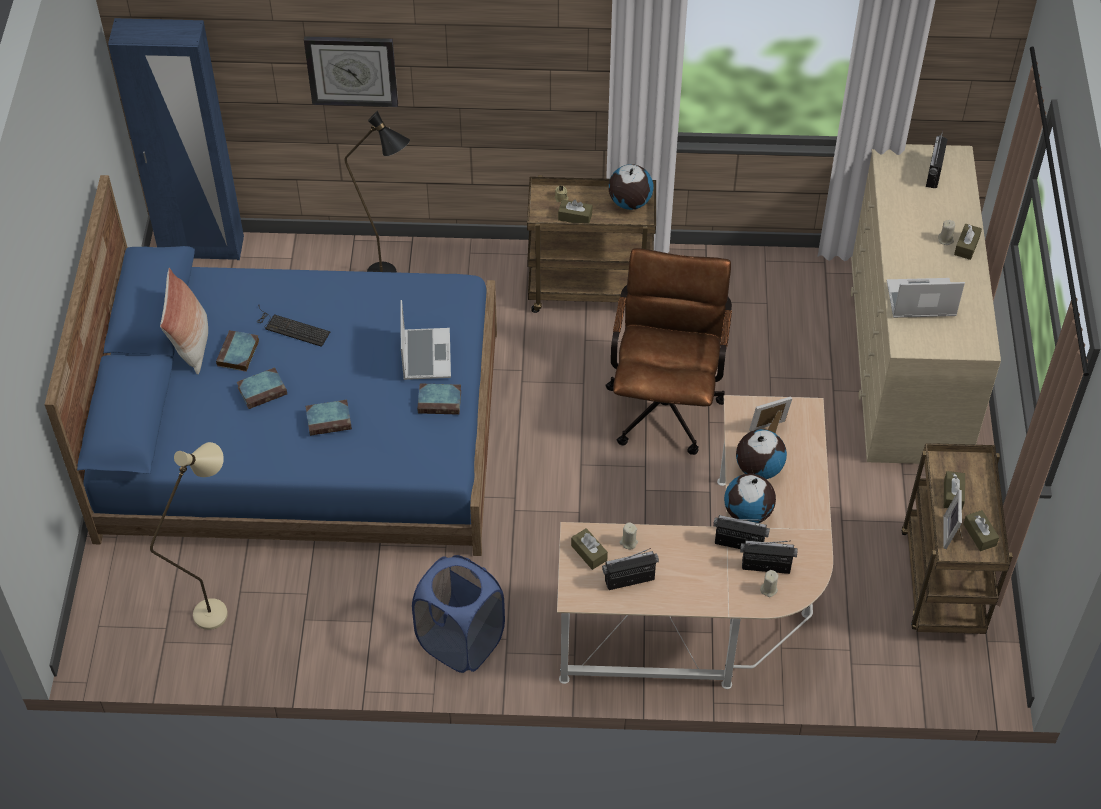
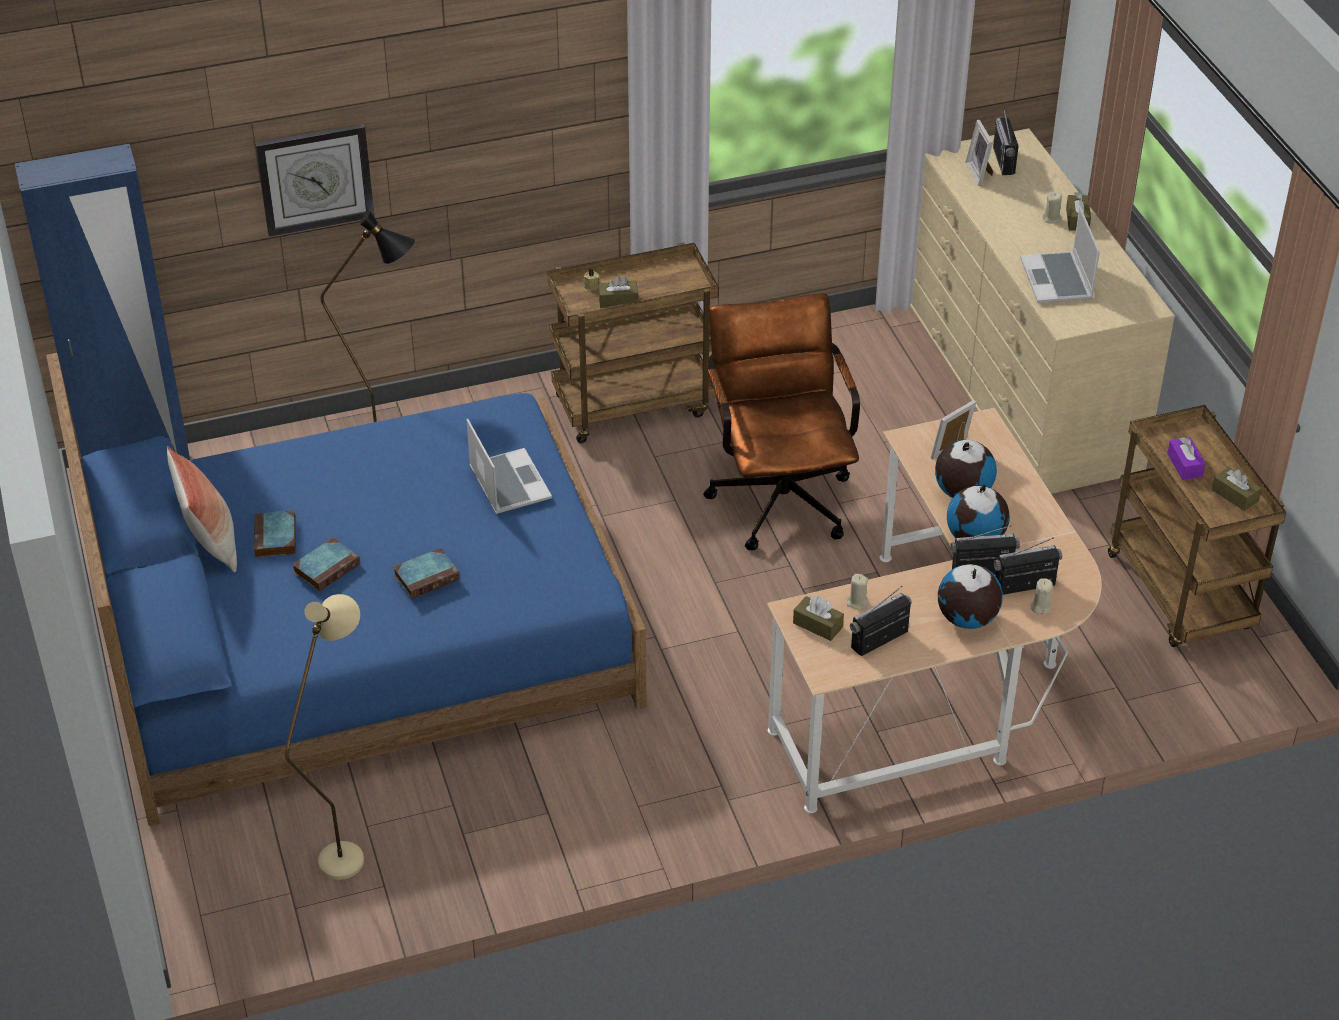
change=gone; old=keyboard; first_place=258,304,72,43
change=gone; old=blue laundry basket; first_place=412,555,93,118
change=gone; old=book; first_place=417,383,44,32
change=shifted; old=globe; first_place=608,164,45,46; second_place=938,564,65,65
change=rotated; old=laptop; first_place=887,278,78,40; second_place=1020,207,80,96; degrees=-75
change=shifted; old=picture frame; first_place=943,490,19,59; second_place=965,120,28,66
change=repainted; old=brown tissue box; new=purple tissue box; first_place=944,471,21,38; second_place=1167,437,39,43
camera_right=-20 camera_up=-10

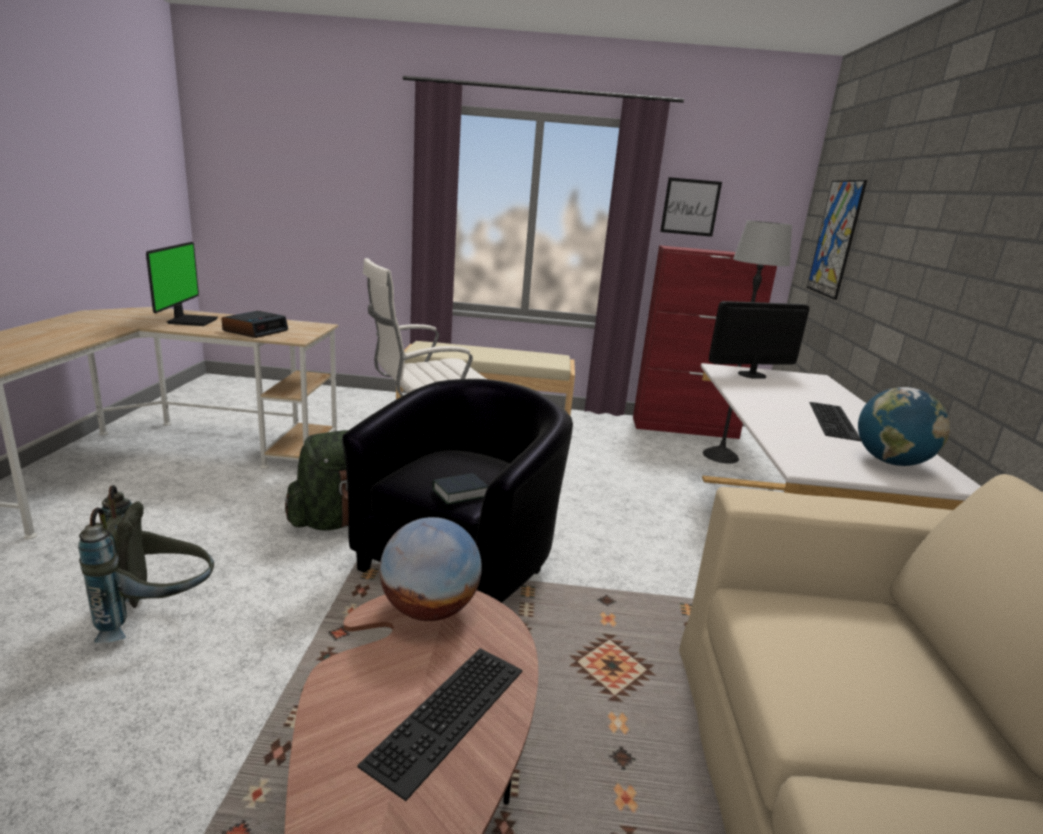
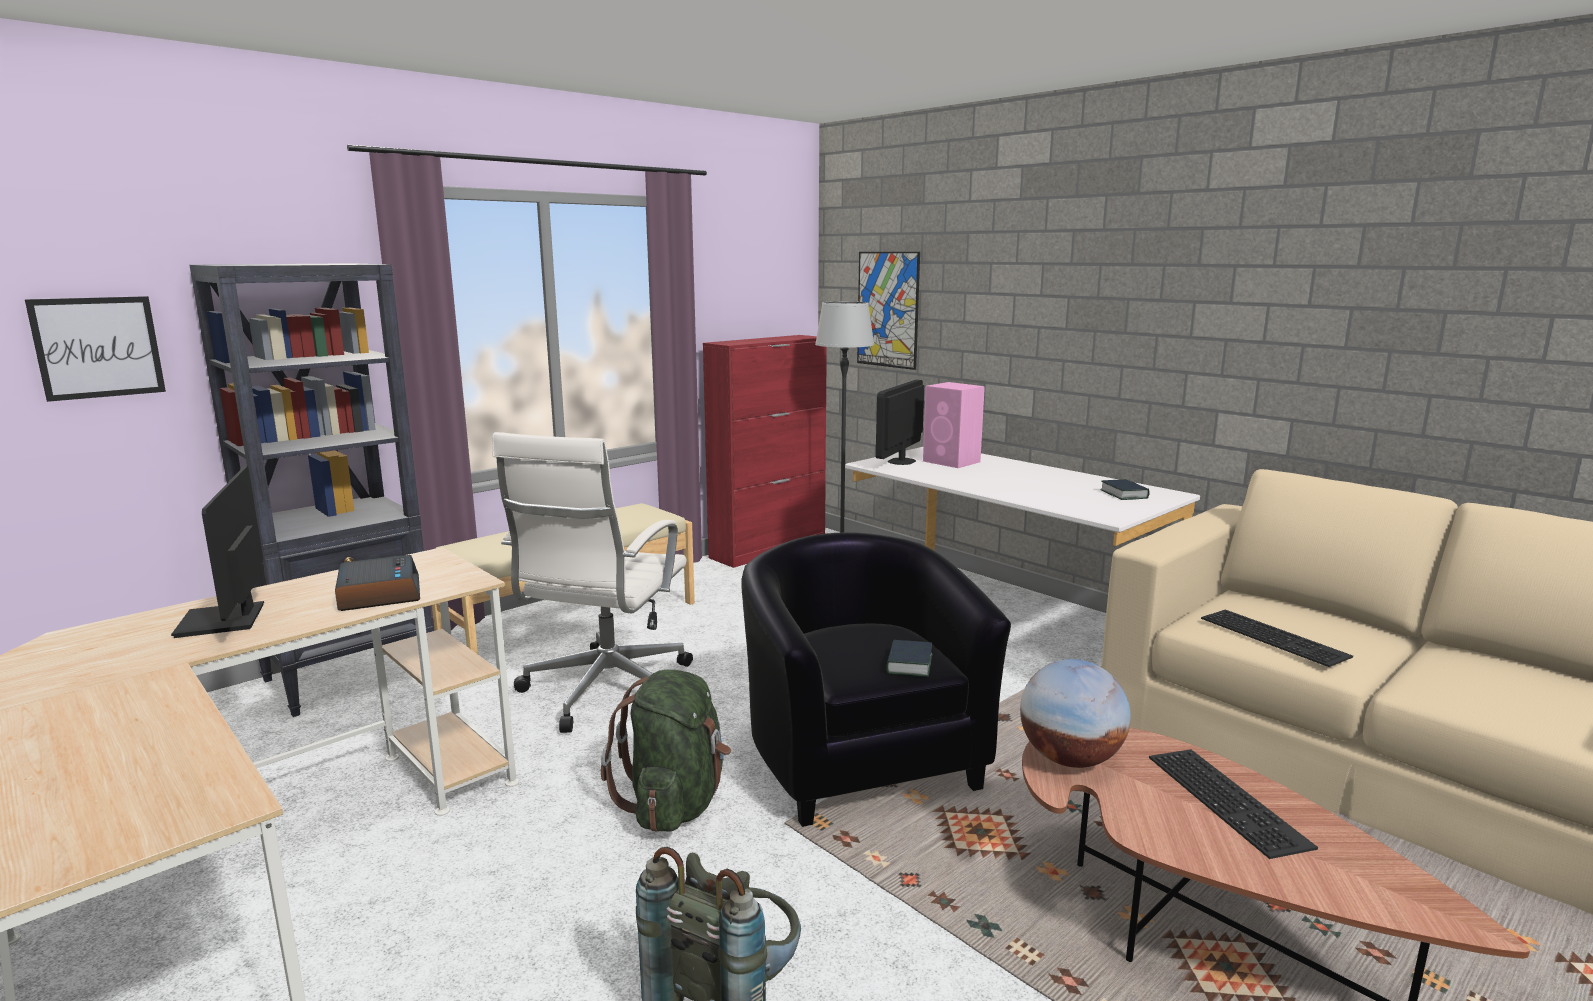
change=rotated; old=monitor; first_place=146,242,72,84; second_place=171,466,93,172; degrees=-150
change=shifted; old=picture; first_place=660,177,62,60; second_place=25,296,141,106
change=shifted; old=keyboard; first_place=810,402,51,39; second_place=1201,610,152,57
change=swapped; old=globe; new=book; first_place=858,387,92,79; second_place=1100,479,50,21
change=new; new=black bookcase; second_place=189,263,244,454
change=new; new=pink speaker; second_place=923,382,62,86
camera_right=-45 camera_up=-5

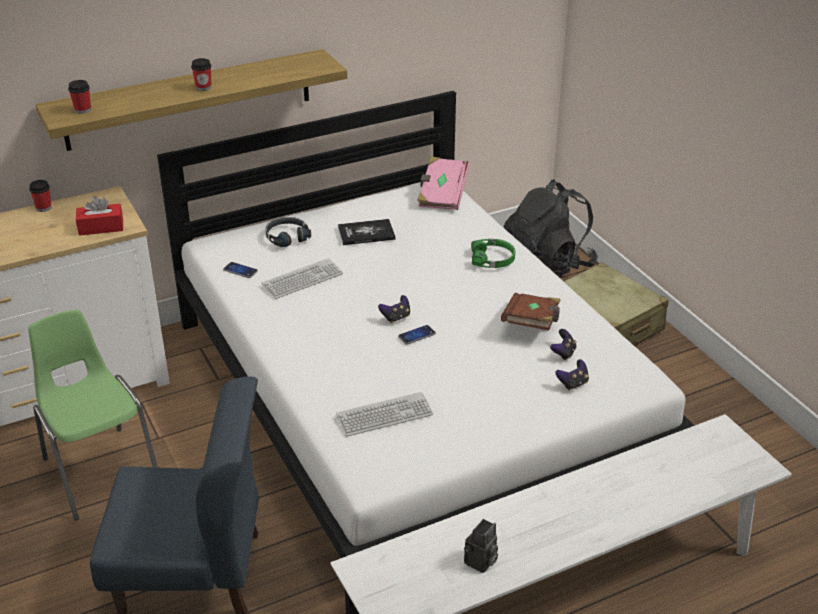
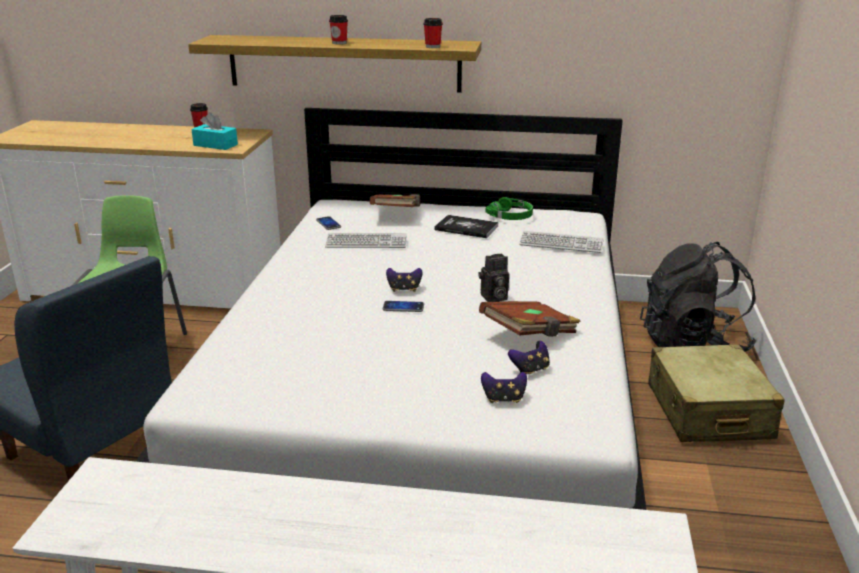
change=shifted; old=cup; first_place=68,80,23,34; second_place=423,18,20,30
change=repainted; old=red tissue box; new=turquoise tissue box; first_place=76,196,47,40; second_place=191,112,47,38
change=swapped; old=black headphones; new=brown book; first_place=266,217,45,30; second_place=370,194,50,13
change=shifted; old=keyboard; first_place=336,392,97,45; second_place=519,231,85,22
change=gone; old=pink book; first_place=417,156,53,54
change=shifted; old=photo camera; first_place=464,519,34,54; second_place=478,254,31,48
change=shifted; old=green headphones; first_place=471,239,44,29; second_place=485,197,48,23
camera_right=35 camera_up=-10

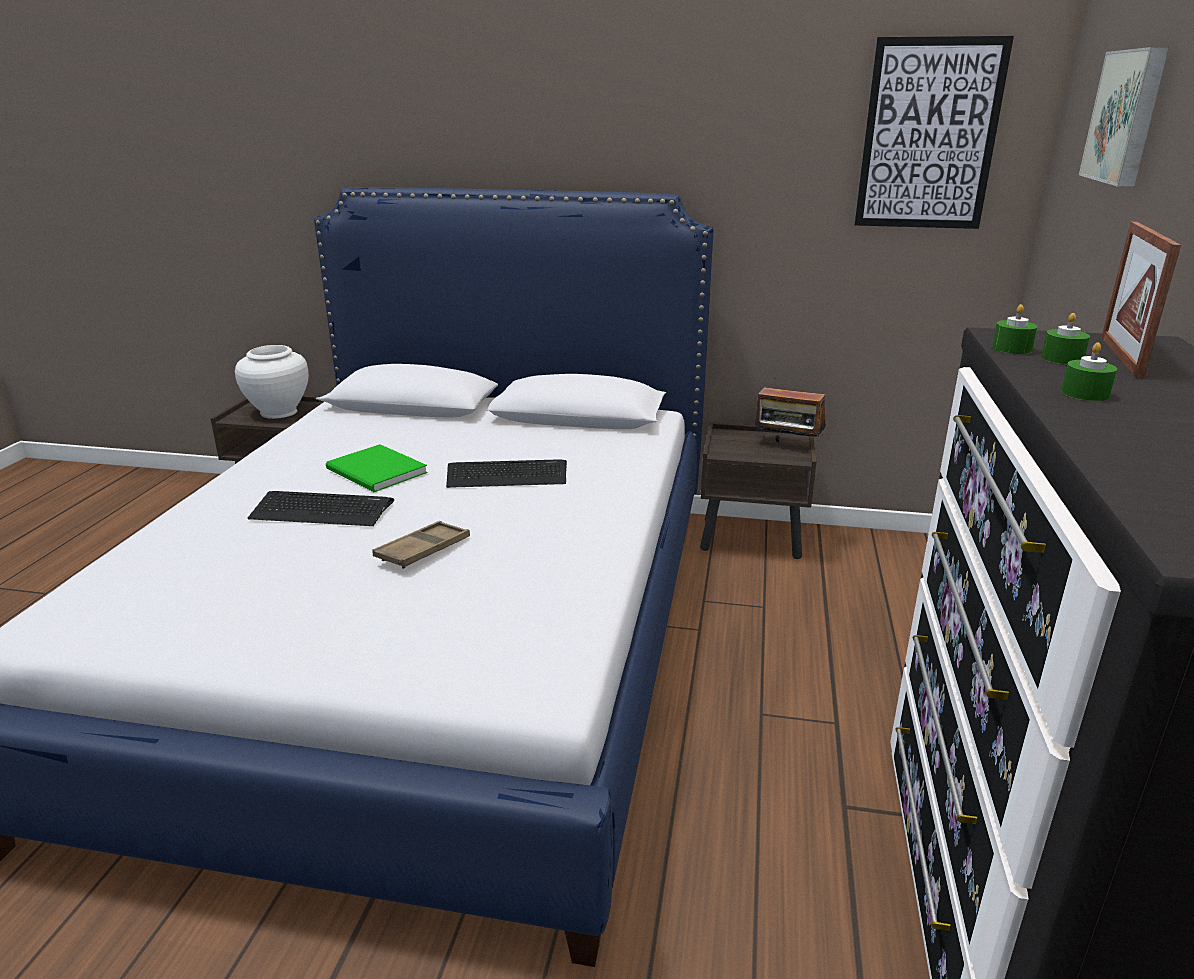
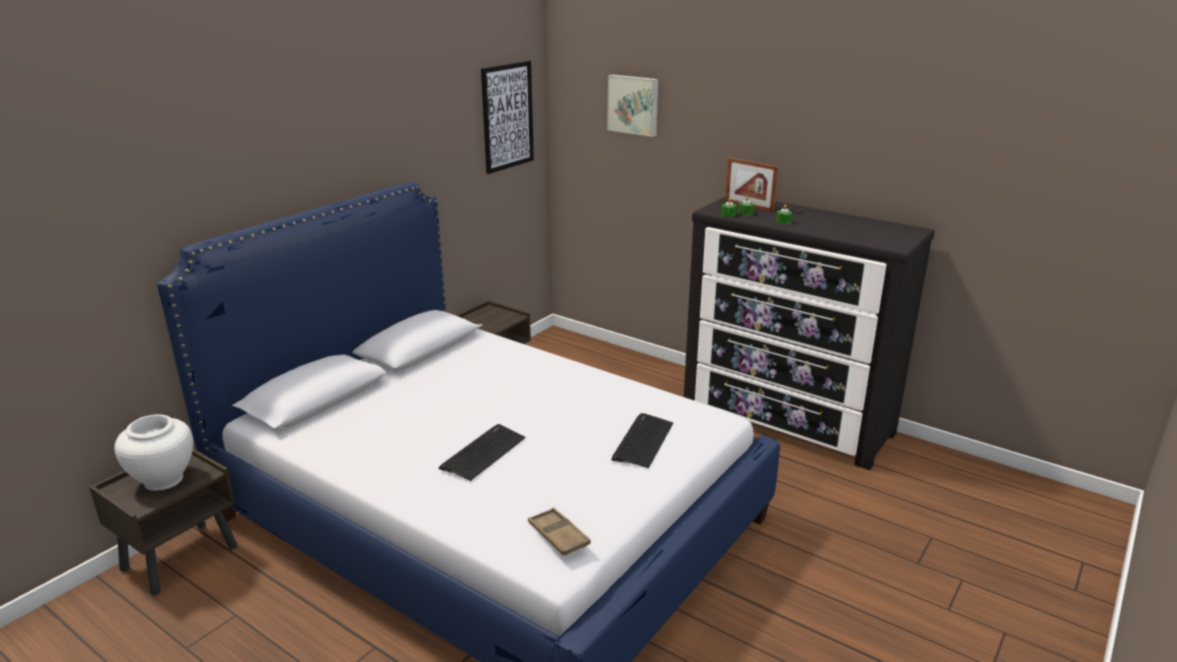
change=gone; old=green book; first_place=326,444,102,48
change=shifted; old=brown tray; first_place=372,521,98,48; second_place=528,508,63,48
change=shifted; old=keyboard; first_place=446,459,121,29; second_place=611,413,62,55
change=gone; old=radio; first_place=754,378,72,64
camera_right=-65 camera_up=0

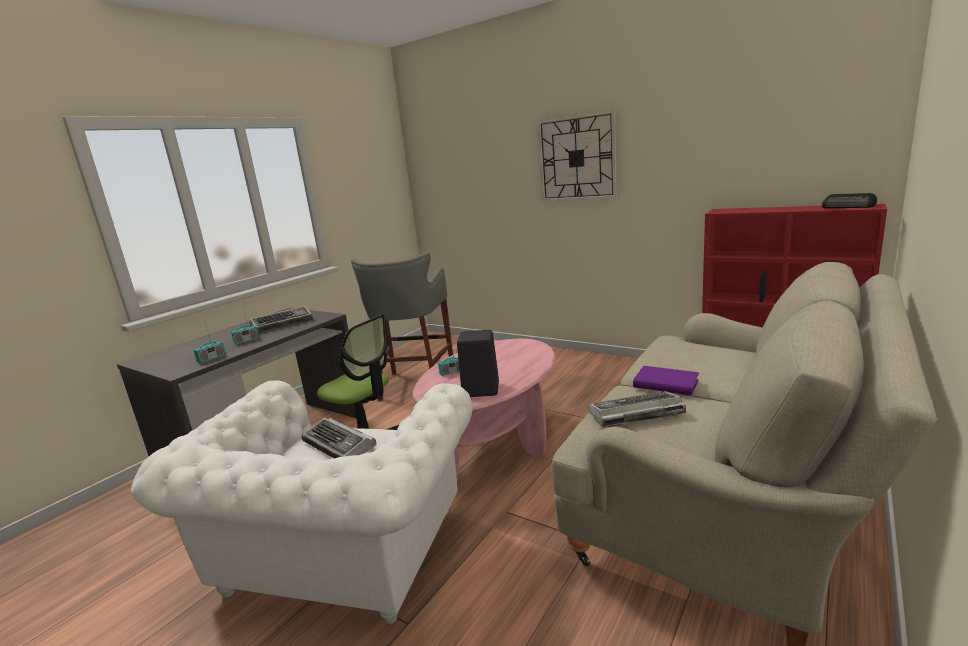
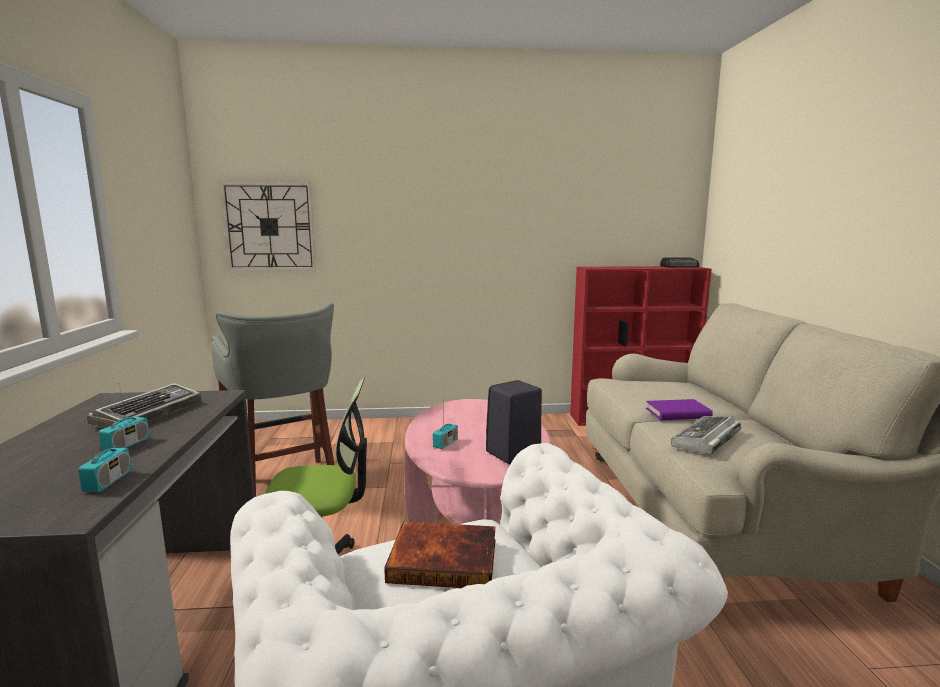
change=swapped; old=keyboard; new=book; first_place=301,417,75,42; second_place=384,521,112,67
change=shifted; old=wall clock; first_place=537,110,80,92; second_place=220,182,96,89
camera_right=-40 camera_up=-5

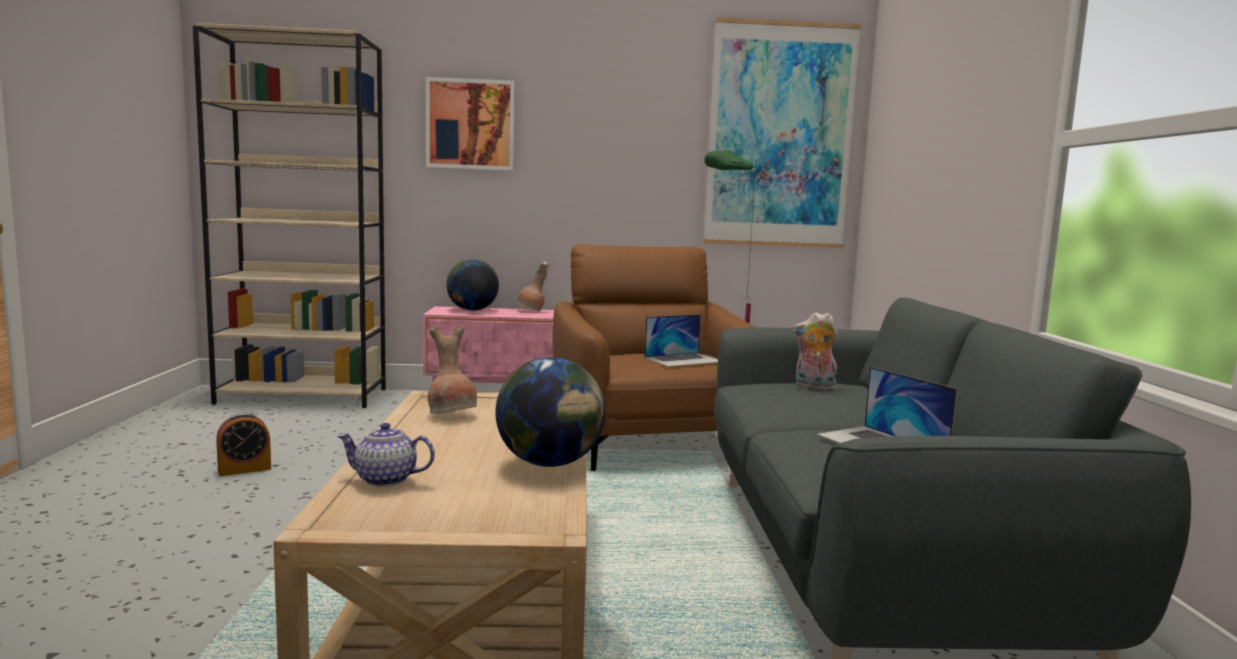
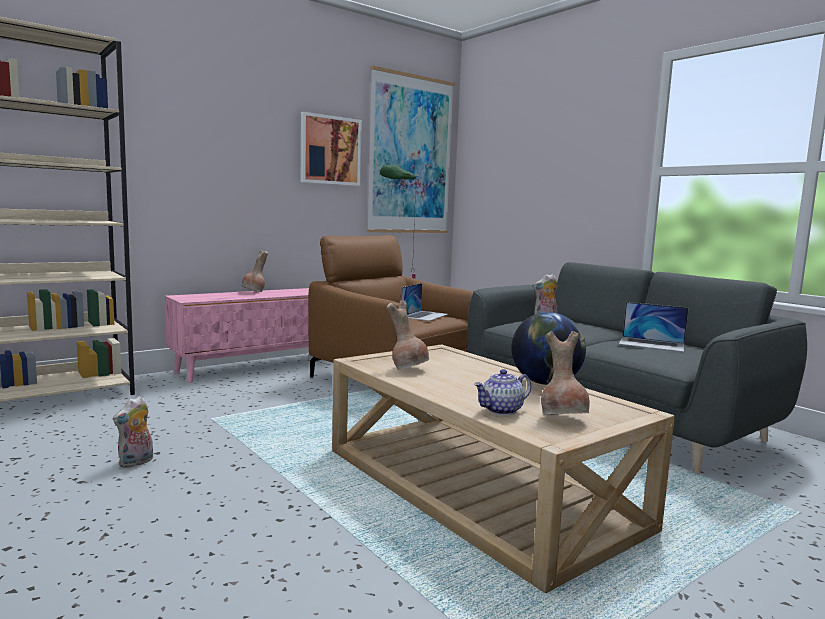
change=swapped; old=alarm clock; new=plush toy; first_place=216,412,55,64; second_place=113,396,40,72
change=shifted; old=picture; first_place=426,77,89,94; second_place=301,112,61,74
change=gone; old=globe; first_place=446,259,53,52
change=new; new=brown vase; second_place=541,331,49,84
camera_right=-35 camera_up=0

